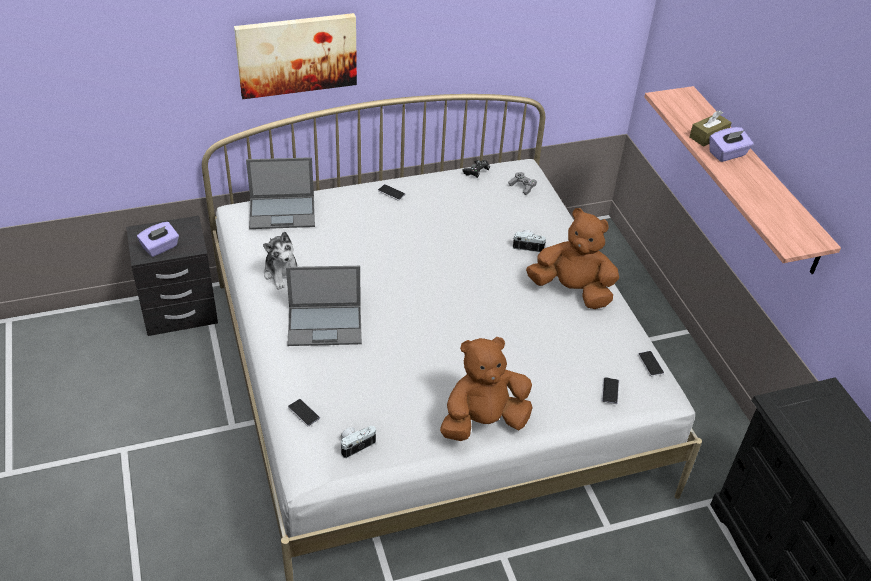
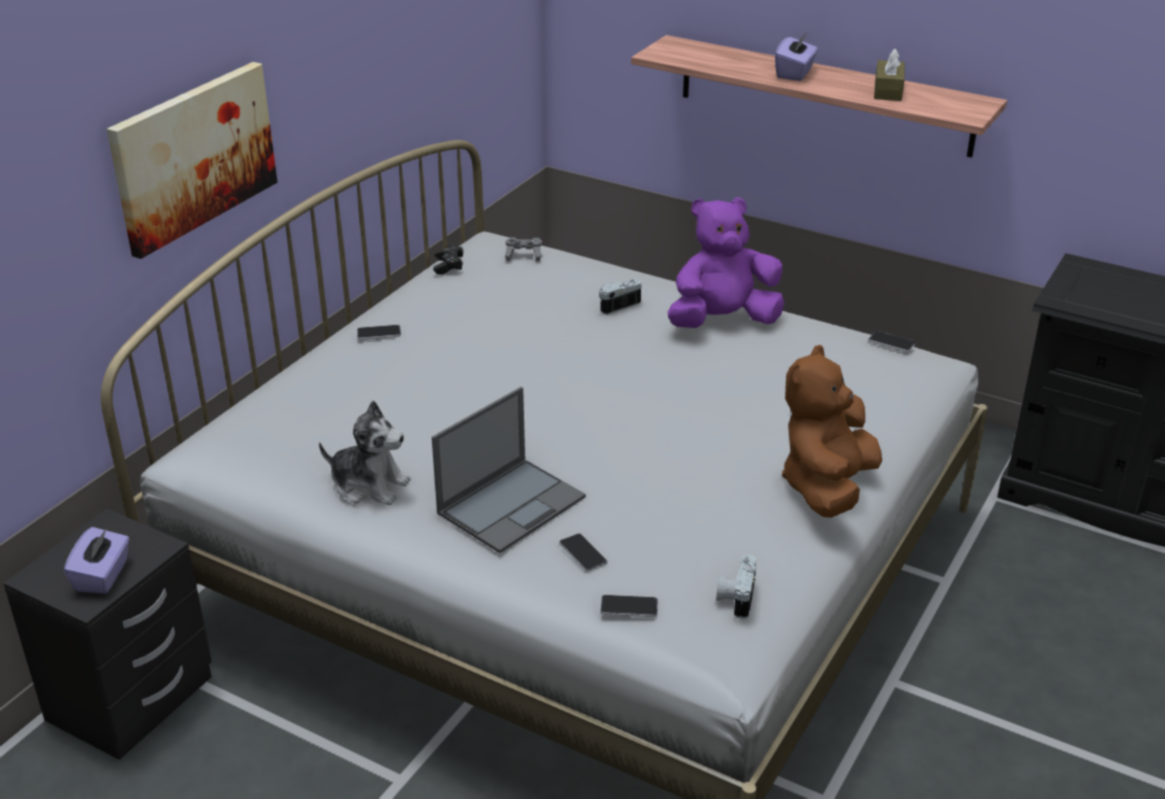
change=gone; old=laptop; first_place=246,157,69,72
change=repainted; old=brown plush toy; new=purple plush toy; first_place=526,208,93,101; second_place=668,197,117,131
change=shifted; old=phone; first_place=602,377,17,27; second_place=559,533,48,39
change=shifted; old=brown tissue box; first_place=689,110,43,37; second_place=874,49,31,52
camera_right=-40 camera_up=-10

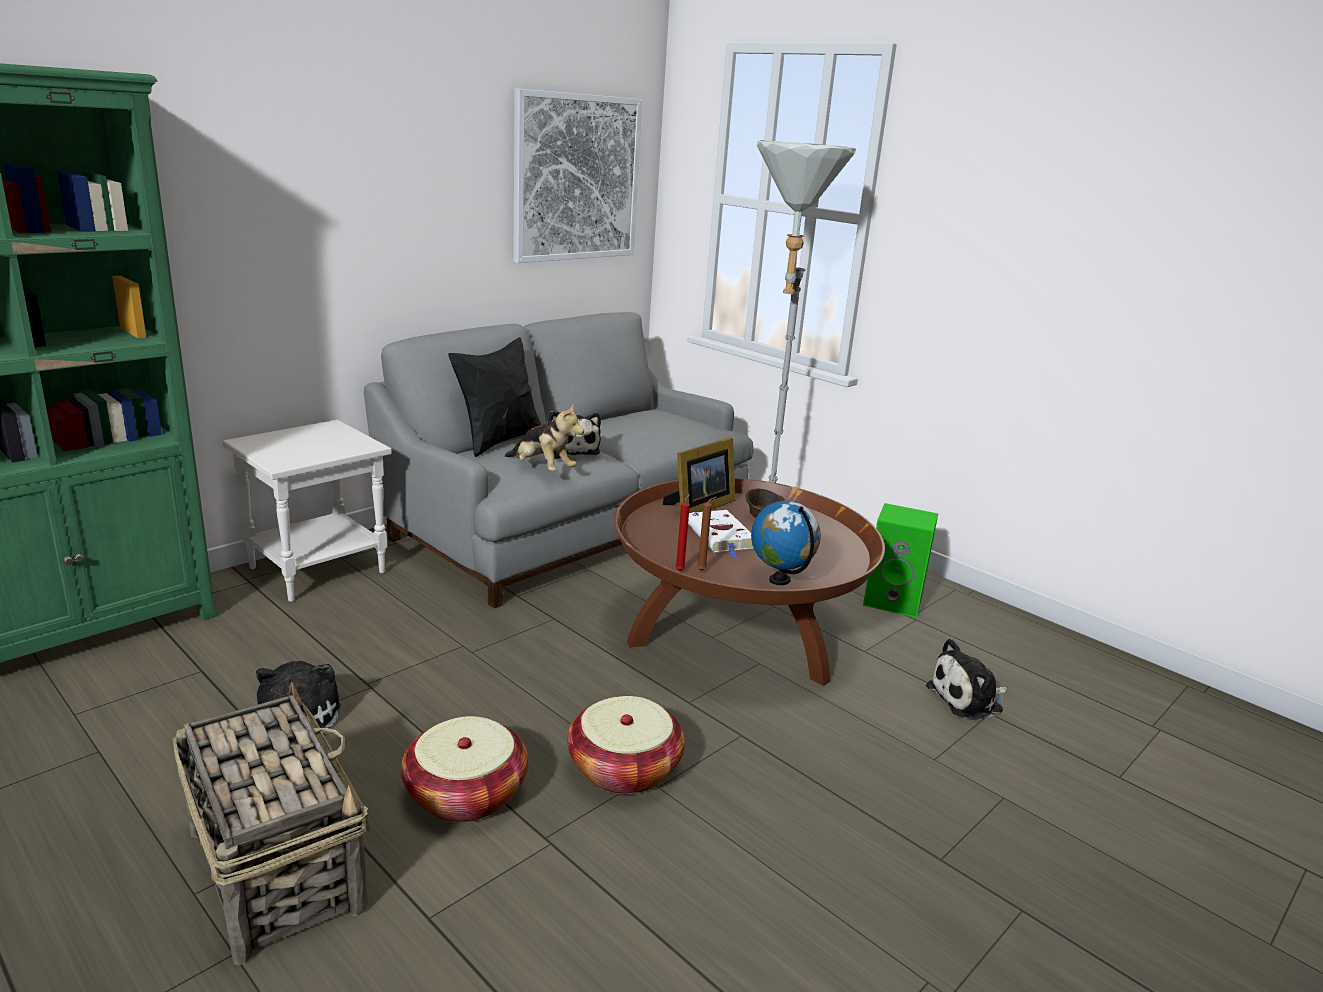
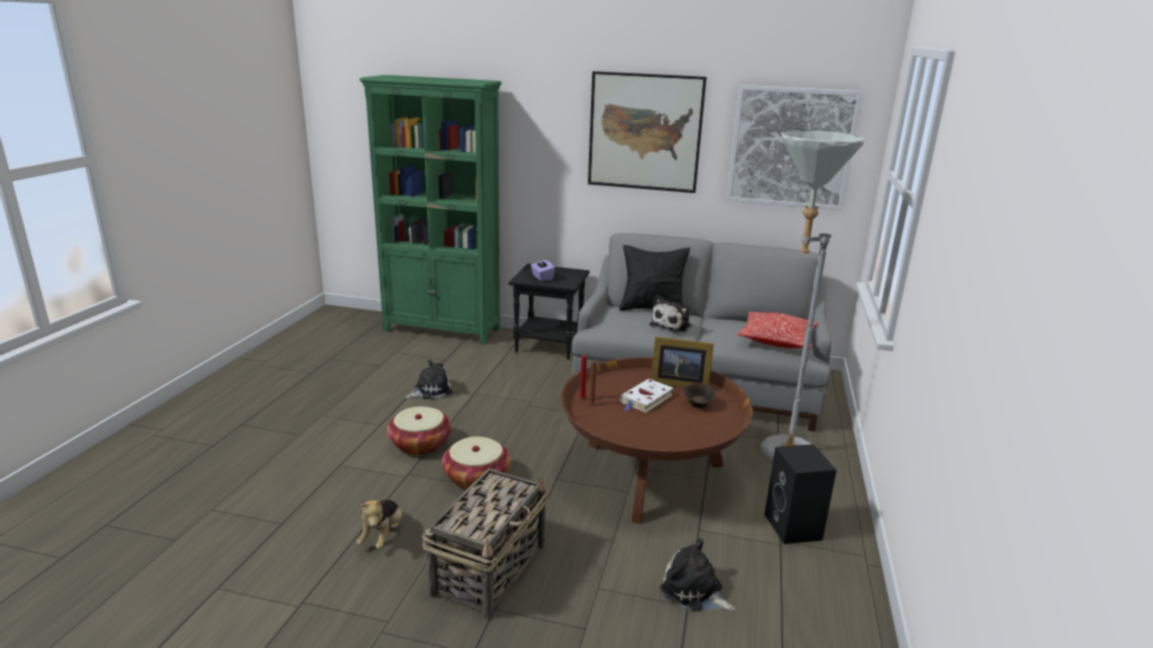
change=shifted; old=basket; first_place=173,682,197,283; second_place=422,468,126,151
change=repainted; old=white side table; new=black side table; first_place=223,420,168,182; second_place=509,264,81,96
change=shifted; old=plush toy; first_place=505,403,79,68; second_place=357,498,45,51
change=gone; old=globe; first_place=751,501,70,84
change=repainted; old=green speaker; new=black speaker; first_place=863,503,75,115; second_place=765,444,72,100
change=new; new=purple tissue box; second_place=531,258,24,23
change=new; new=picture; second_place=588,71,119,122
change=new; new=pillow; second_place=737,311,81,38
camera_right=60 camera_up=0

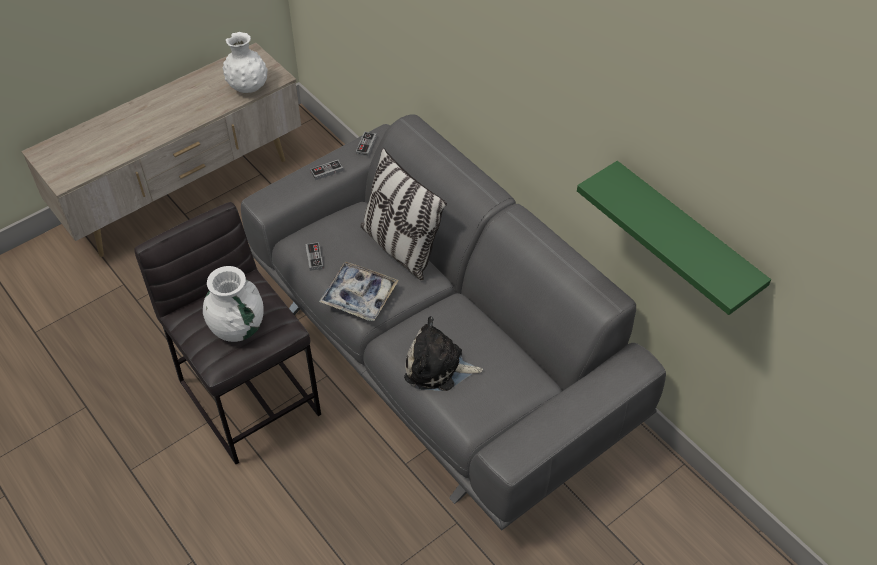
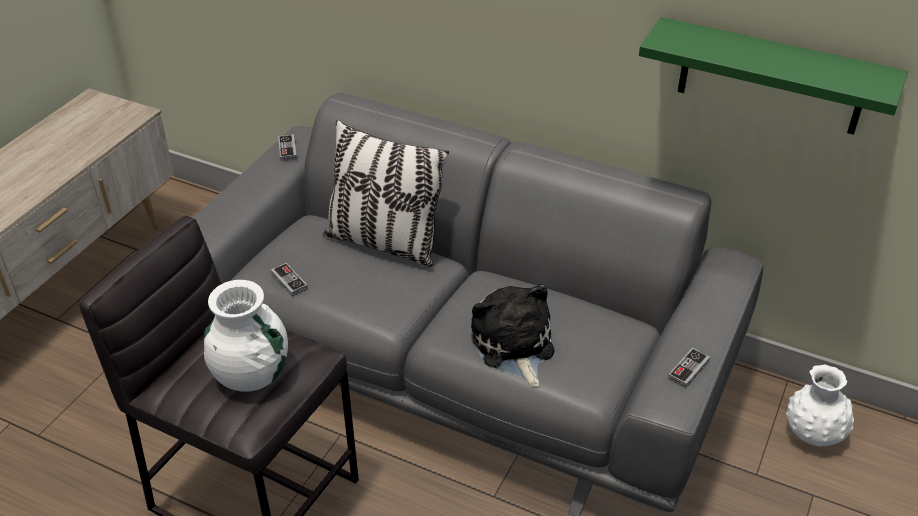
change=shifted; old=white vase; first_place=223,32,45,61; second_place=786,364,68,82
change=shifted; old=game controller; first_place=310,160,33,20; second_place=668,348,42,41
change=gone; old=tray; first_place=319,262,80,59
change=rotated; old=plush toy; first_place=404,316,79,75; second_place=471,284,83,103; degrees=90
camera_right=-25 camera_up=-10

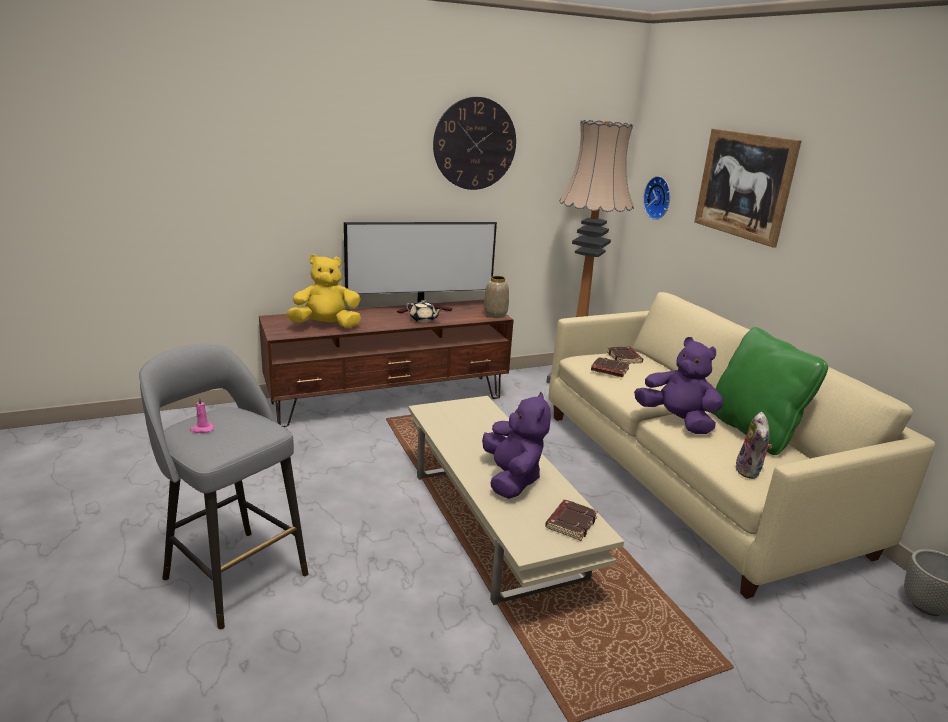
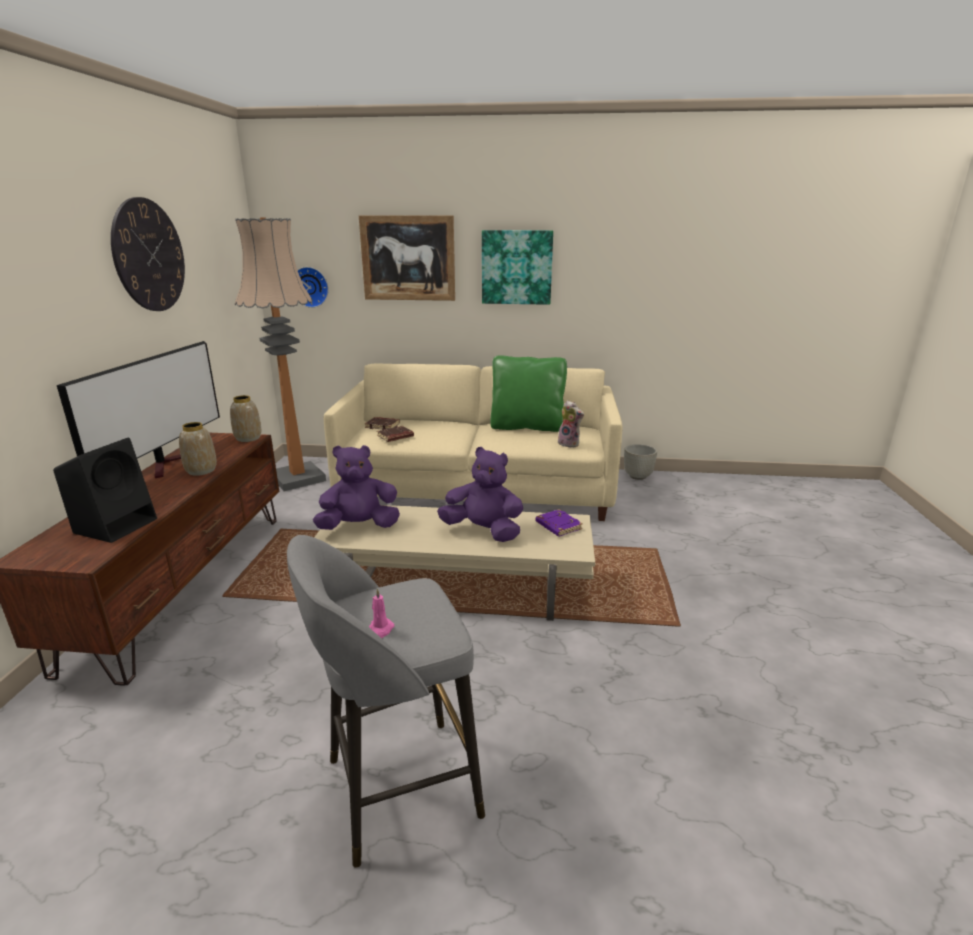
change=swapped; old=yellow plush toy; new=black speaker; first_place=286,254,75,74; second_place=53,438,104,105
change=swapped; old=beige teapot; new=vase; first_place=406,300,37,23; second_place=179,422,38,54
change=repainted; old=brown book; new=purple book; first_place=545,500,53,41; second_place=536,509,47,27
change=shifted; old=purple plush toy; first_place=634,337,89,97; second_place=313,445,87,85
change=new; new=picture; second_place=482,230,71,75
camera_right=-60 camera_up=0

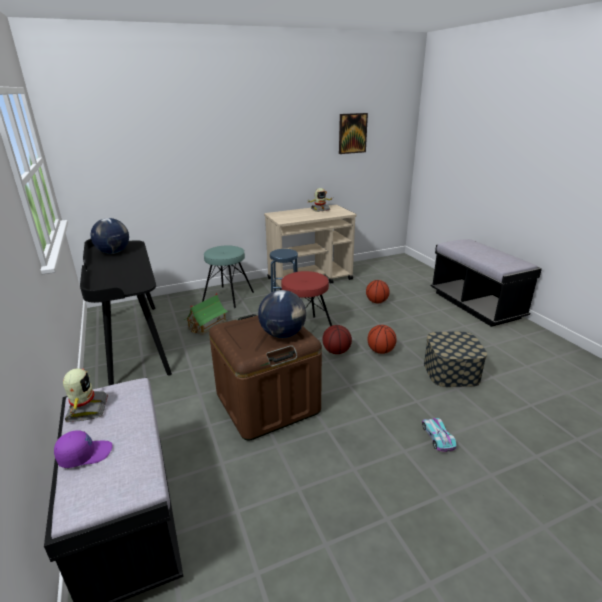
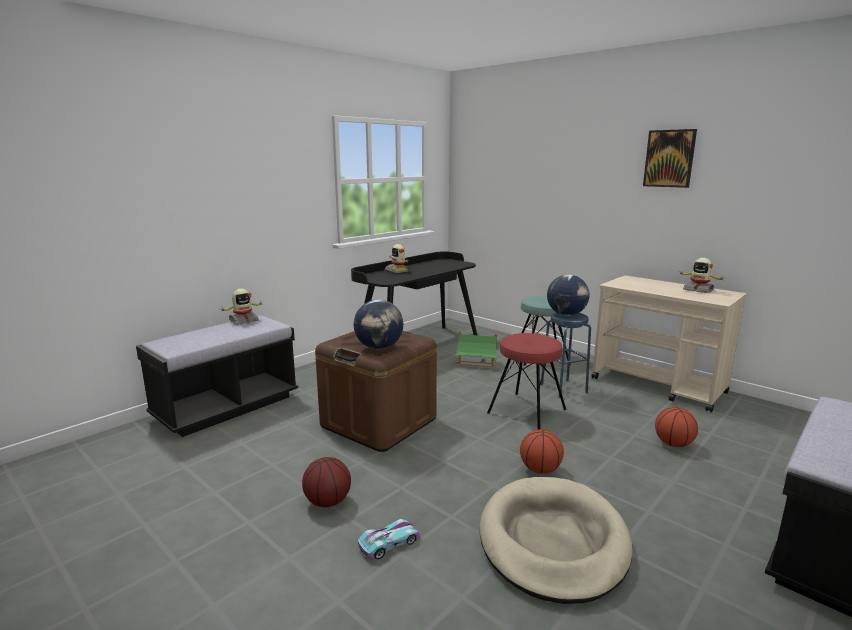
change=gone; old=purple cap; first_place=54,430,59,38
change=shifted; old=globe; first_place=90,218,39,36; second_place=547,275,42,41
change=shifted; old=basketball; first_place=322,325,30,29; second_place=302,457,49,50
change=shifted; old=picture; first_place=339,113,29,41; second_place=643,129,54,59
change=swapped; old=storage box; new=beige dog bed; first_place=424,331,63,56; second_place=480,477,153,127
change=new; new=toy robot; second_place=385,244,25,29
camera_right=65 camera_up=-10

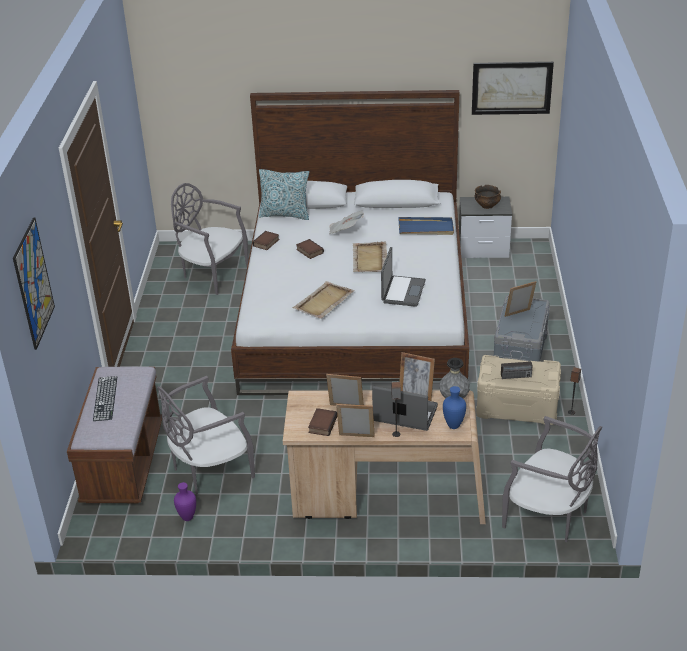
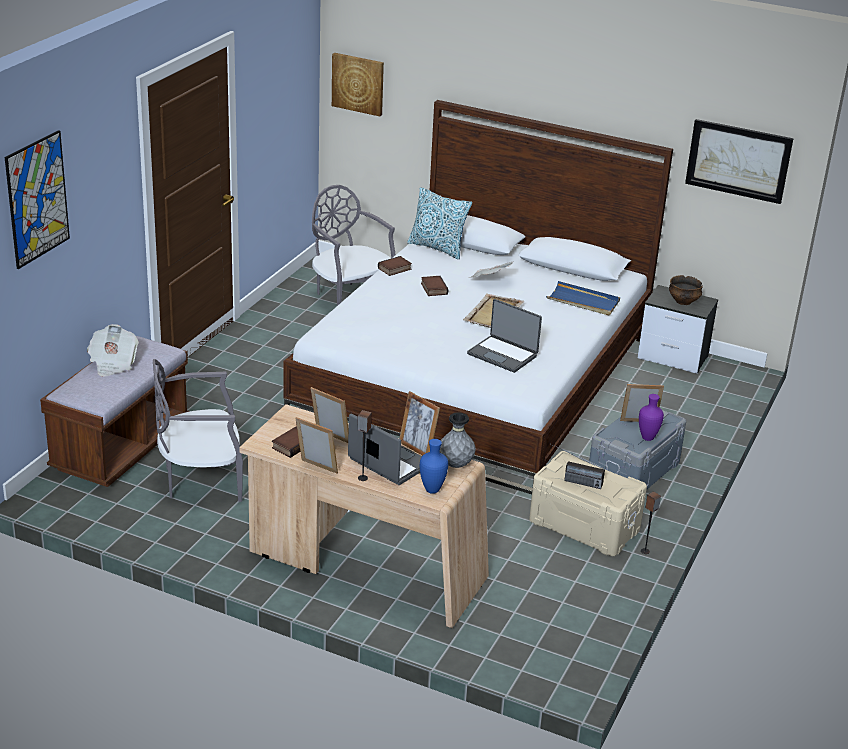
change=swapped; old=keyboard; new=newspaper; first_place=93,376,24,45; second_place=87,324,52,53
change=shifted; old=purple vase; first_place=174,482,22,39; second_place=639,394,25,47
change=gone; old=beige tray; first_place=292,281,63,38
change=rotated; old=laptop; first_place=381,247,45,60; second_place=467,299,75,74; degrees=90
change=gone; old=grey chair; first_place=502,416,100,126
change=new; new=picture; second_place=332,53,52,63
camera_right=20 camera_up=-5

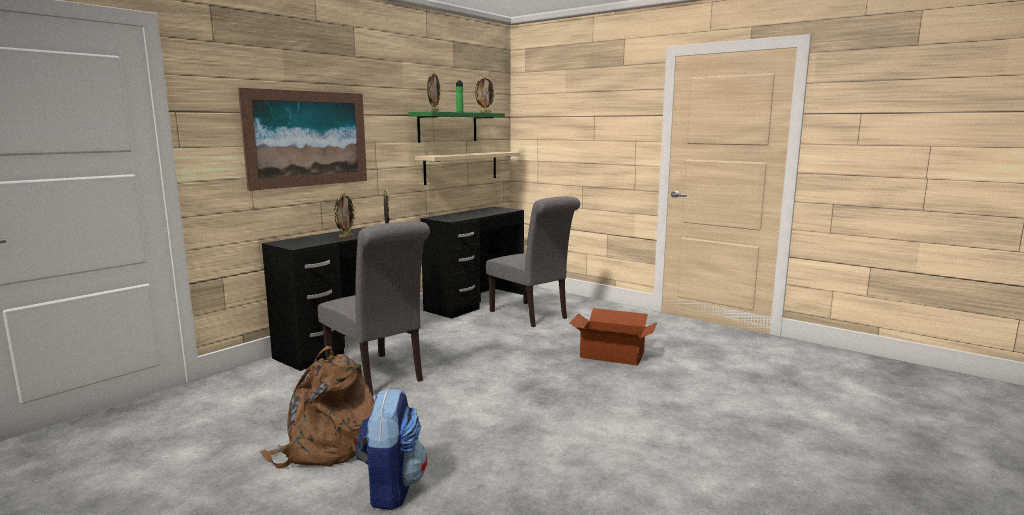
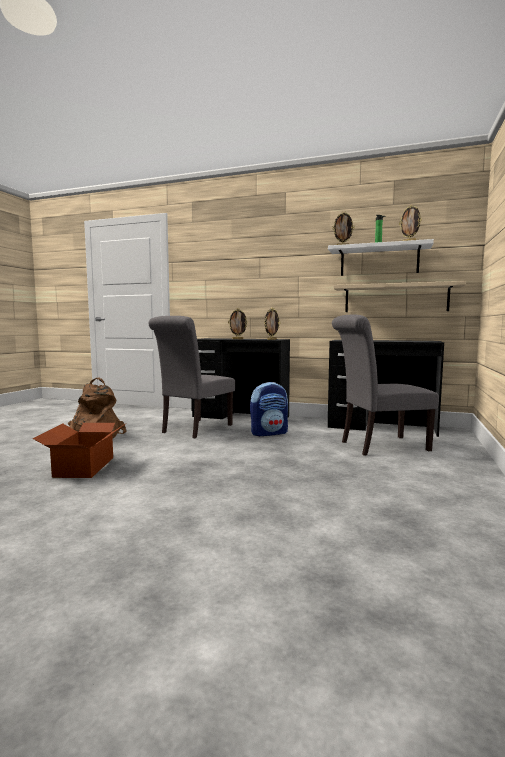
change=gone; old=picture; first_place=238,88,129,103
change=shifted; old=backpack; first_place=356,388,71,122; second_place=250,382,38,54
change=repainted; old=green shelf; new=white shelf; first_place=409,111,96,32; second_place=328,239,106,37
change=rotated; old=grey chair; first_place=486,196,94,131; second_place=332,315,107,141; degrees=45
change=shifted; old=cardboard box; first_place=570,308,88,58; second_place=33,423,92,55
camera_right=70 camera_up=-5

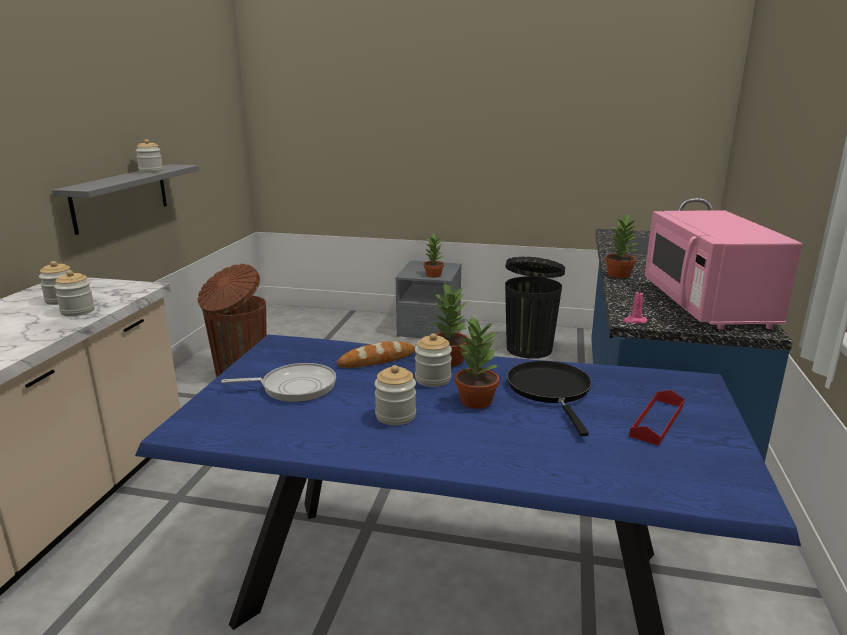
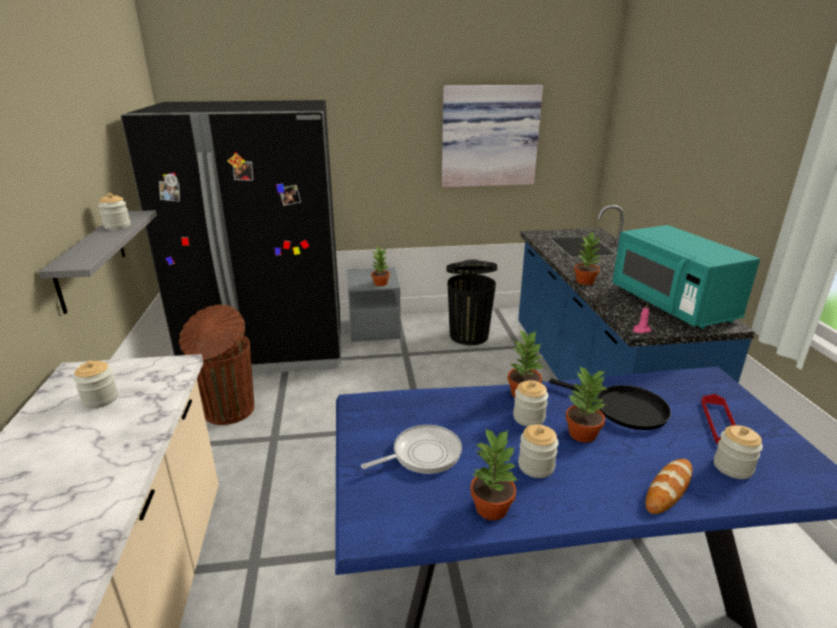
change=shifted; old=jar; first_place=54,270,41,46; second_place=714,425,49,54
change=shifted; old=bread; first_place=337,341,78,27; second_place=645,459,47,55
change=rotated; old=black frying pan; first_place=507,361,85,75; second_place=549,378,122,52; degrees=150
change=repainted; old=pink microwave; new=turquoise microwave; first_place=645,210,157,120; second_place=612,225,148,104
change=new; new=black fridge; second_place=120,100,221,274
change=new; new=picture; second_place=442,85,101,102
change=new; new=potted plant; second_place=470,427,48,93
camera_right=-20 camera_up=5

